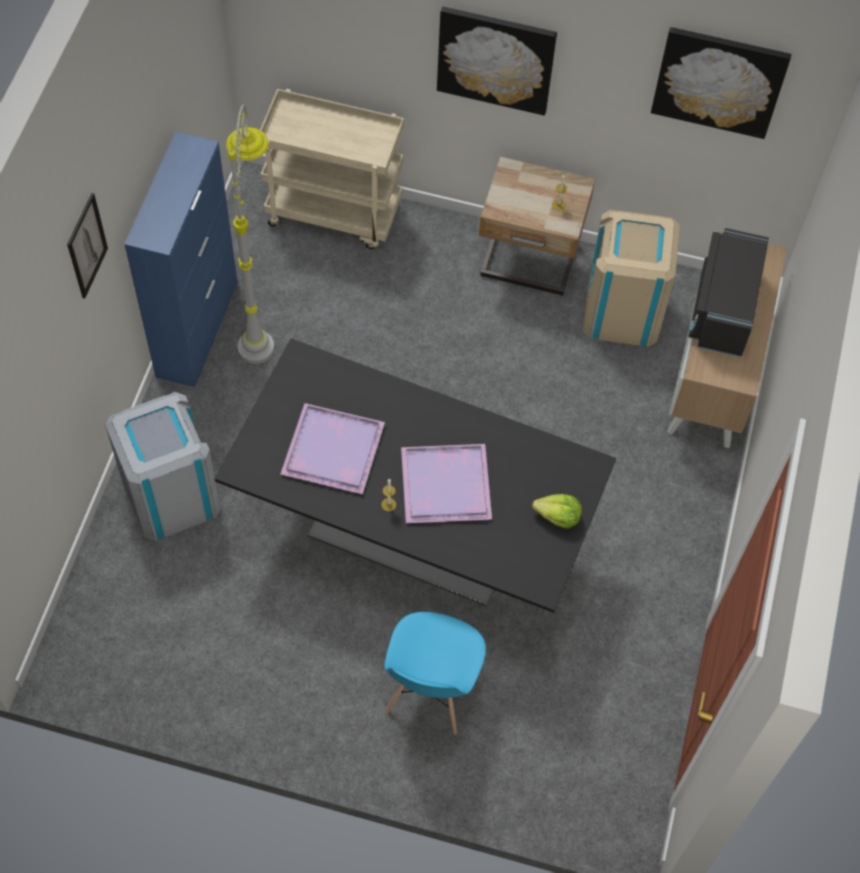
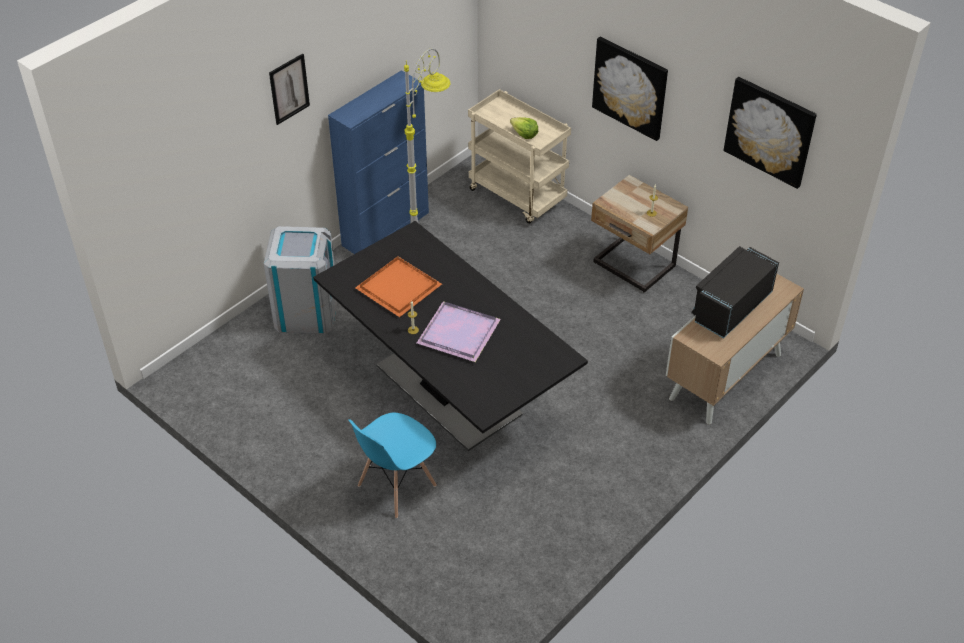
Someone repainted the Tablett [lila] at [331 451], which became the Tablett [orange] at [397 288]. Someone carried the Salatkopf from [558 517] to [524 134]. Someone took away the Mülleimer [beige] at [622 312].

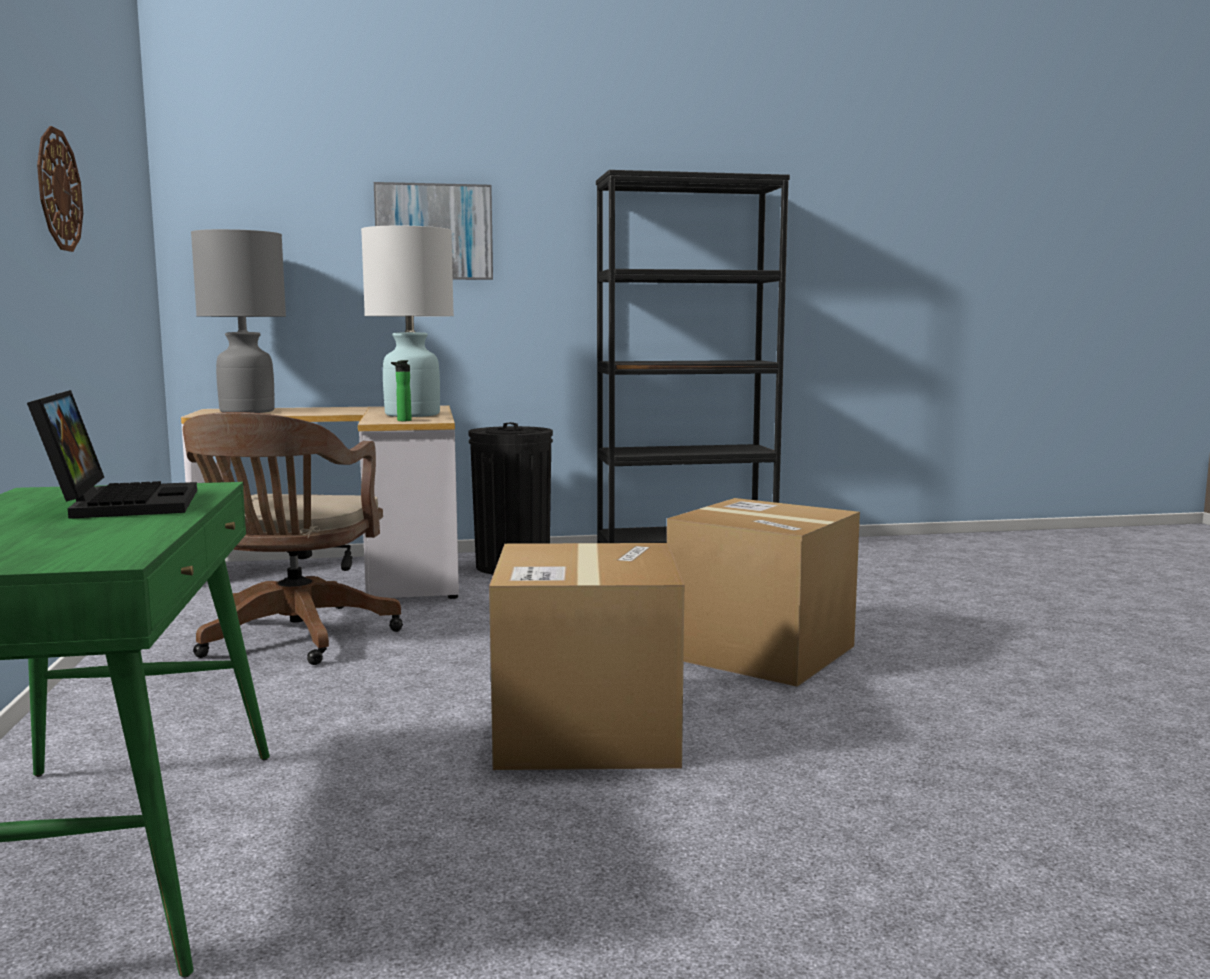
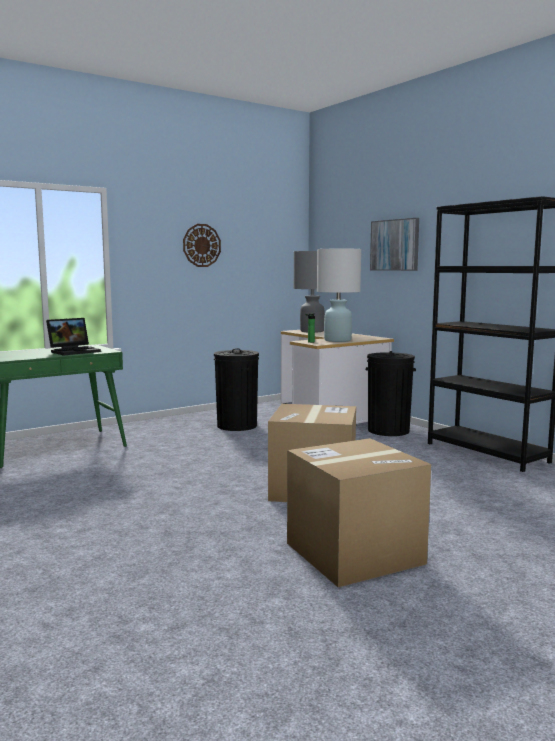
Someone swapped the Bürostuhl [braun] at [293 639] for the Mülleimer [schwarz] at [237 425]. Someone carried the Karton from [587 731] to [354 553].

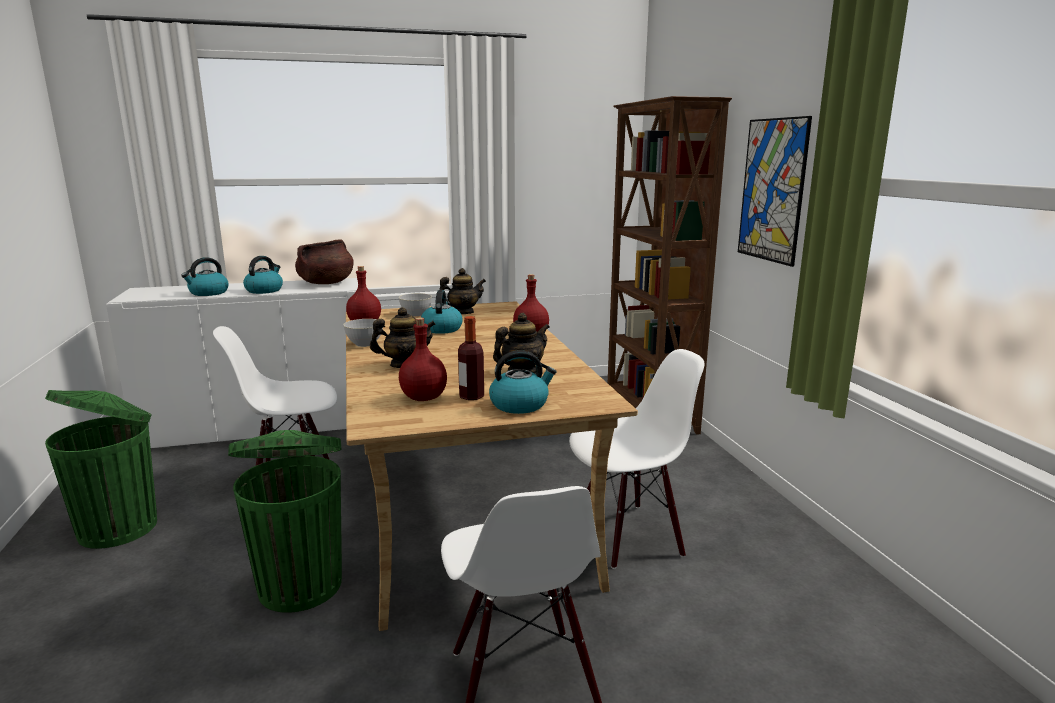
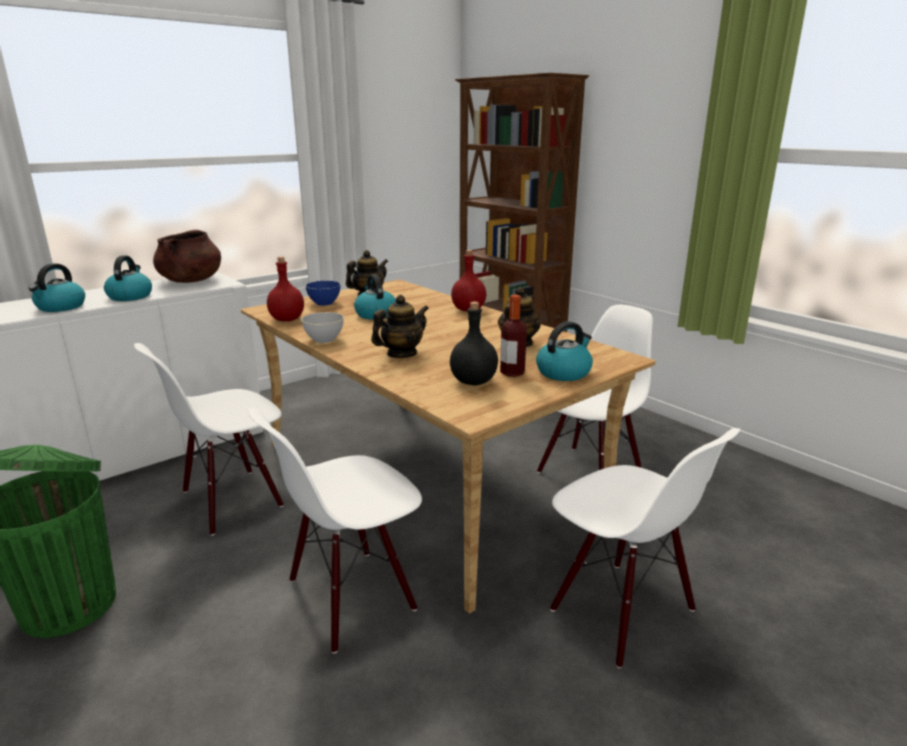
Someone swapped the Mülleimer [grün] at [301 584] for the Stuhl [weiß] at [350 597]. Someone repainted the Schüssel [grau] at [416 314], which became the Schüssel [blau] at [324 303]. Someone repainted the Flasche [rot] at [423 398], which became the Flasche [schwarz] at [472 382]. Someone took away the Bild at [772 190].

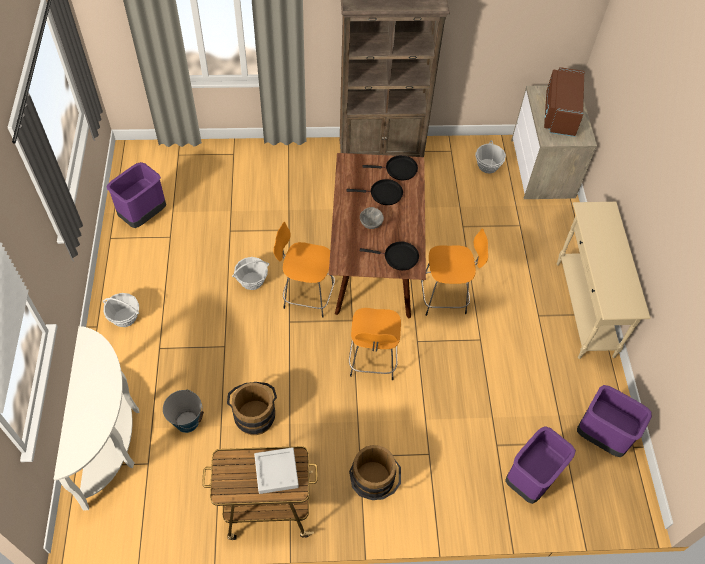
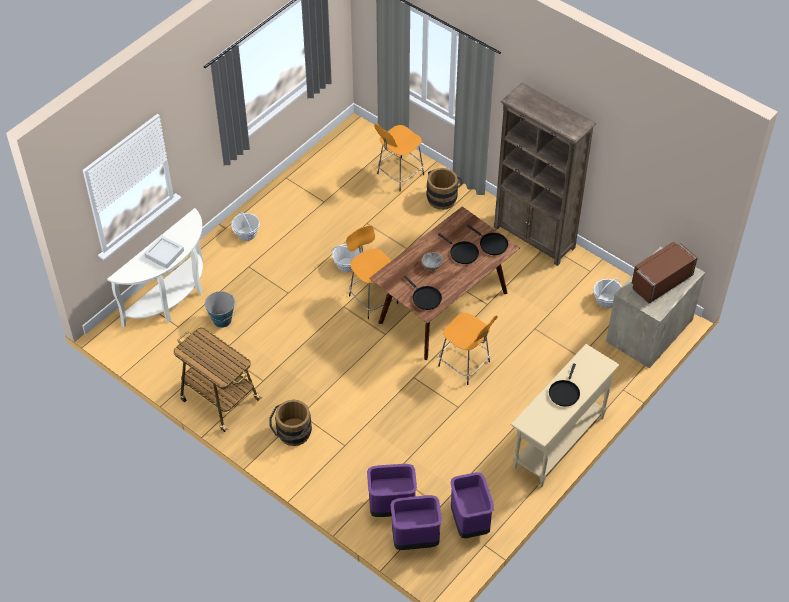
Someone carried the Tablett [grau] from [276 472] to [164 254]. Someone carried the Hocker [orange] from [372 361] to [399 175]. Someone carried the Mülleimer [lila] from [143 215] to [415 539]. Someone carried the Eimer [braun] from [254 414] to [443 197]. Someone put down the Pfanne [schwarz] at [564 392].

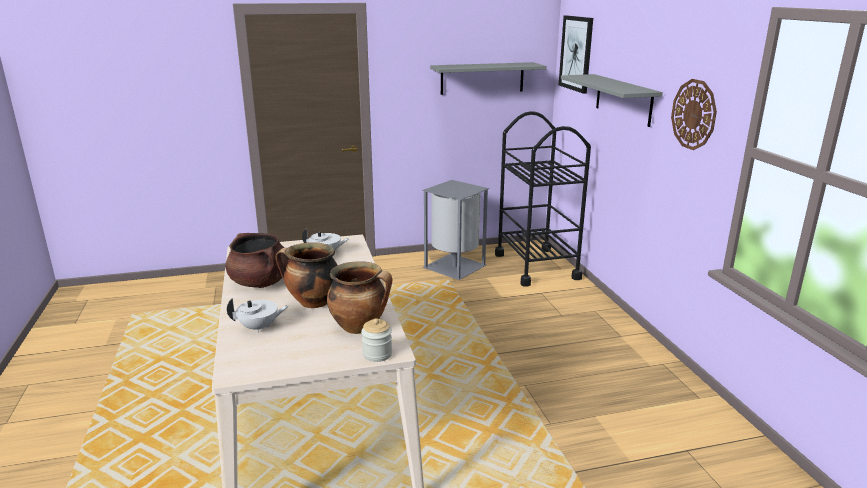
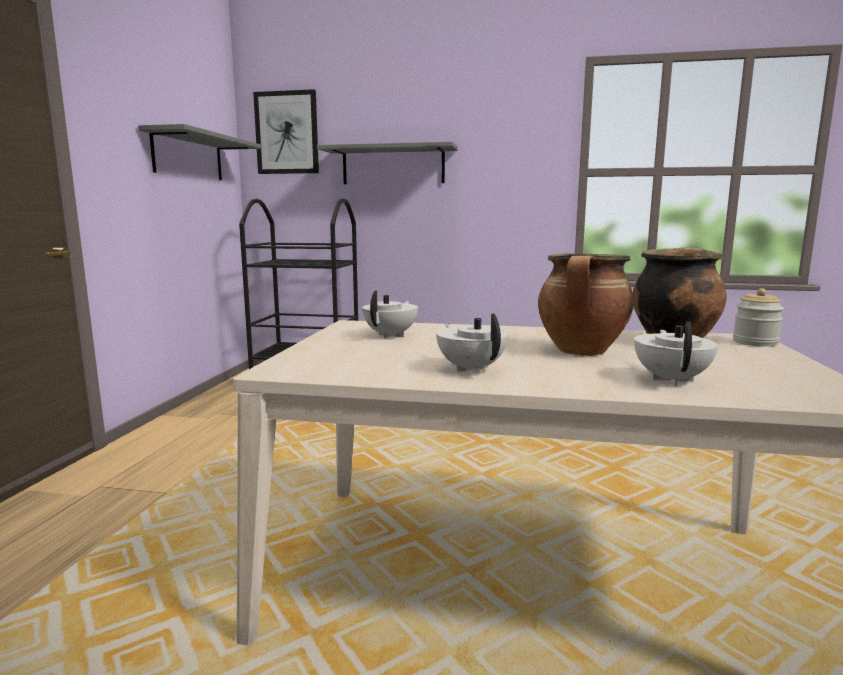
Someone swapped the Kochtopf [braun] at [260 282] for the Teekanne [weiß] at [471 369]. Someone took away the Mülleimer [grau] at [453 266]. Someone took away the Wanduhr at [694 114].

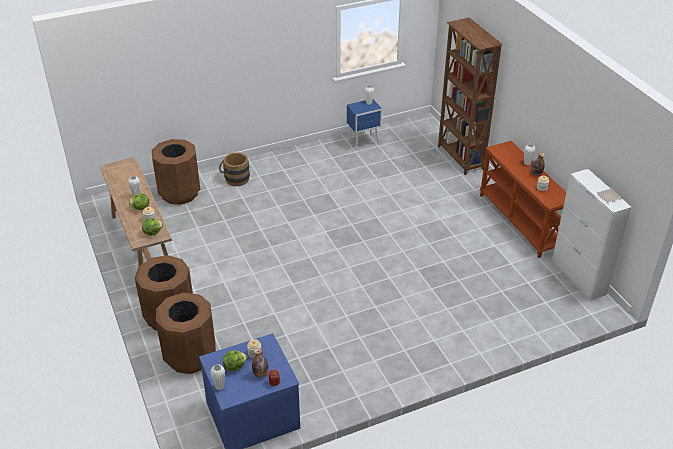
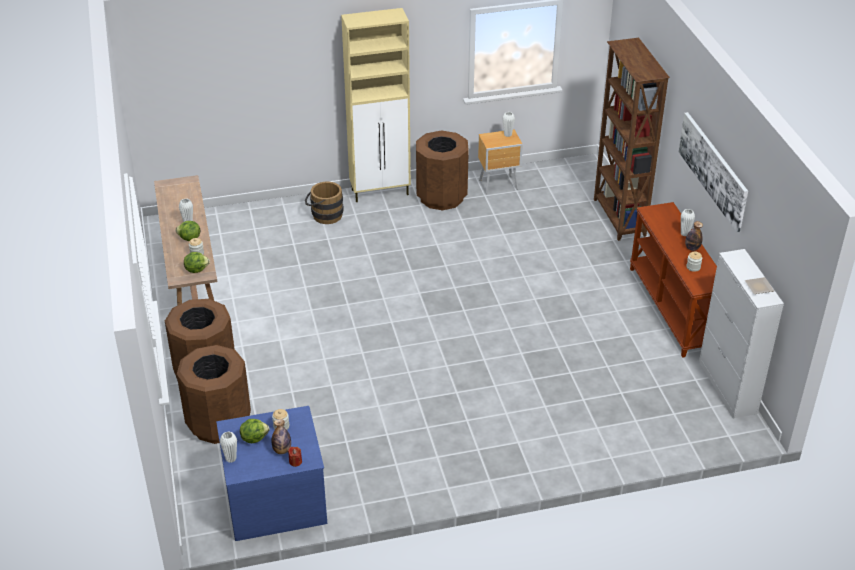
Someone put down the Schrank [beige] at [381 192]. Someone carried the Mülleimer [braun] from [179 193] to [441 197]. Someone repainted the Nachttisch [blau] at [364 143], which became the Nachttisch [braun] at [499 185]. Someone put up the Bild at [713 170].

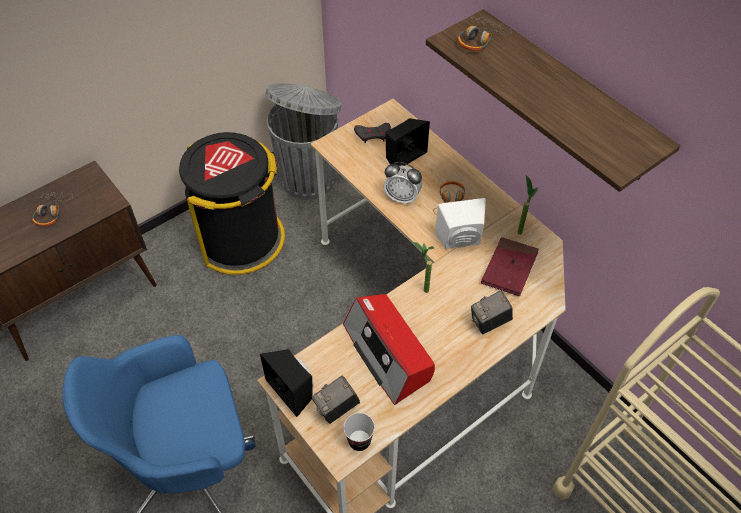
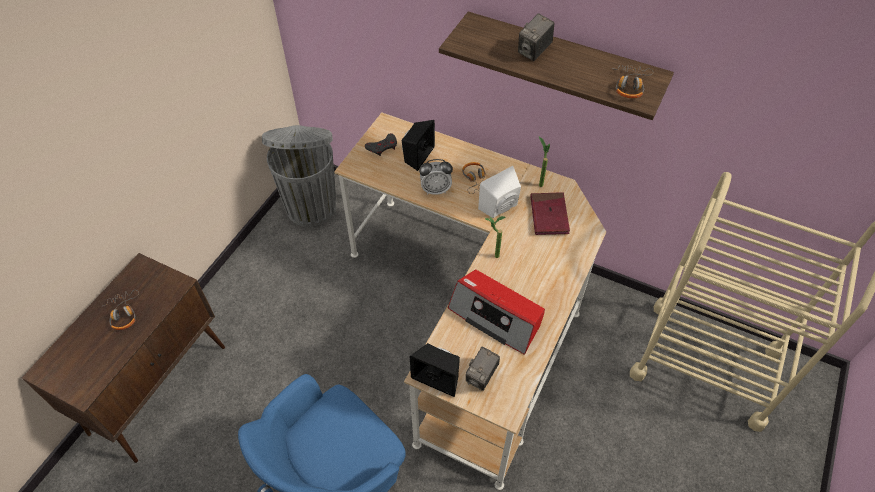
Someone carried the Kamera from [489 322] to [534 52]. Someone carried the Kopfhörer from [480 40] to [630 86]. Someone took away the Mülleimer [schwarz] at [241 239]. Someone took away the Tasse at [359 441].

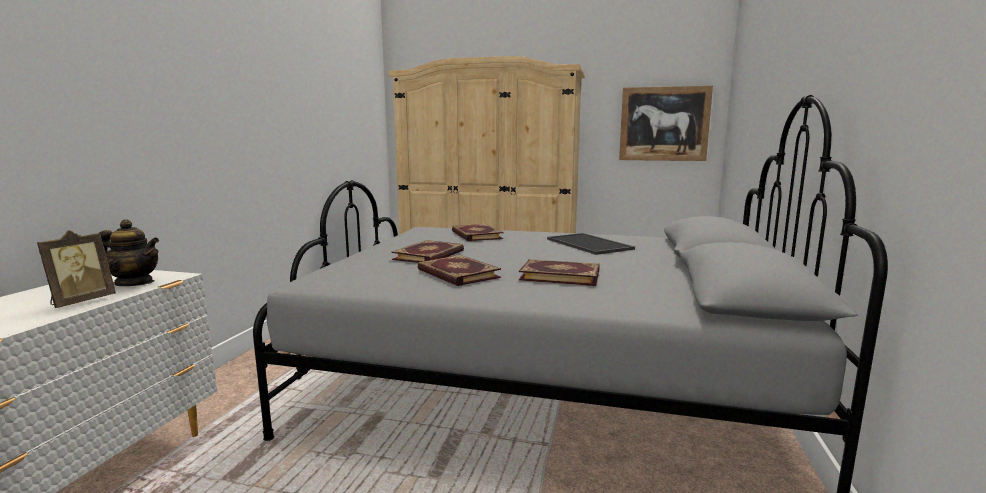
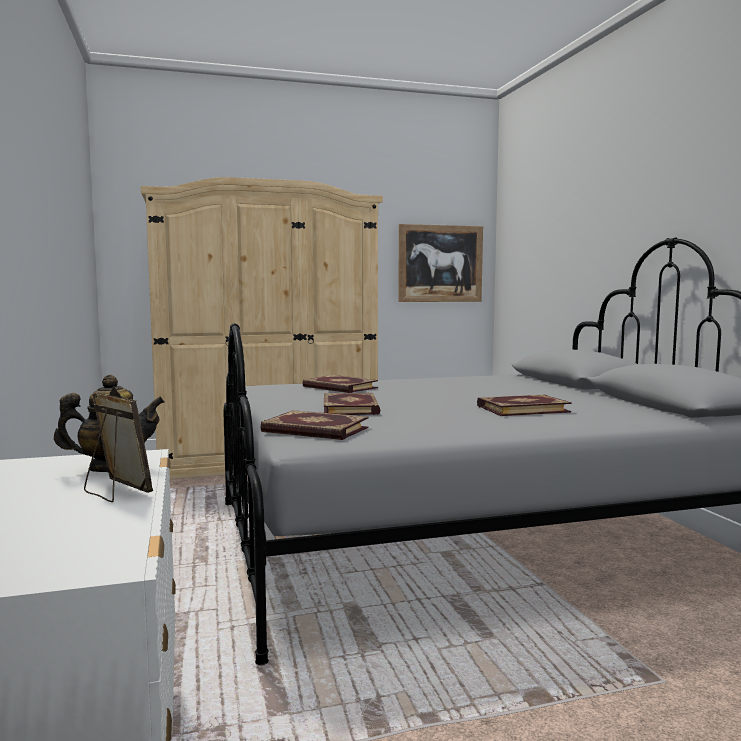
Someone rotated the Bilderrahmen at [81 301] by 45 degrees counterclockwise. Someone carried the Buch from [457 274] to [314 430]. Someone took away the Tablett at [590 244].

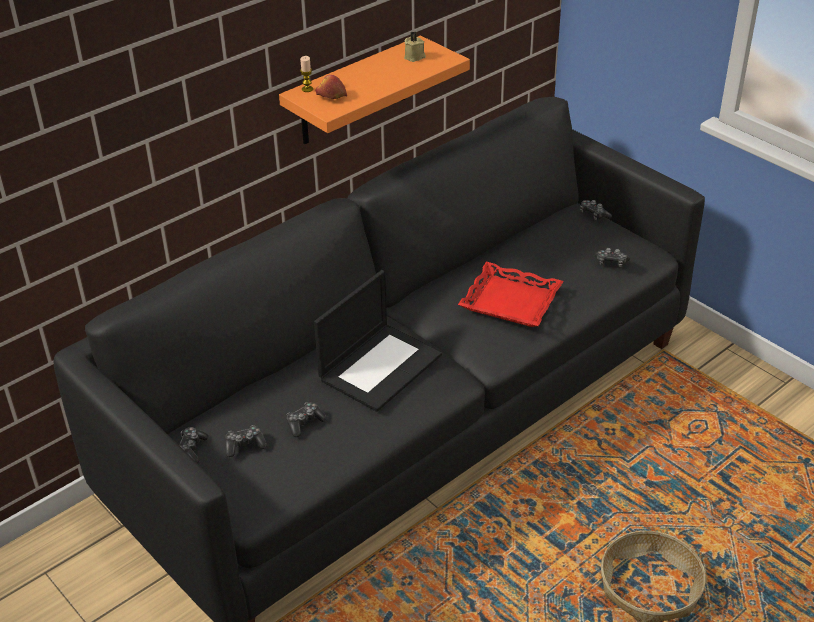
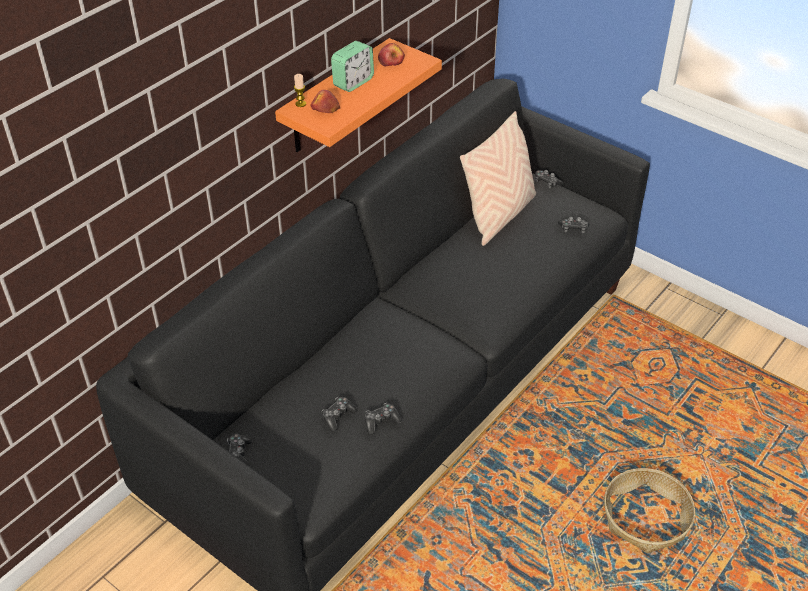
Someone put down the Wecker at [353 82]. Someone carried the Gamepad from [245 445] to [381 422]. Someone swapped the Kerze [beige] at [415 57] for the Apfel at [391 62]. Someone put down the Kissen [beige] at [499 215]. Someone took away the Laptop at [380 366]. Someone took away the Tablett [rot] at [510 301].

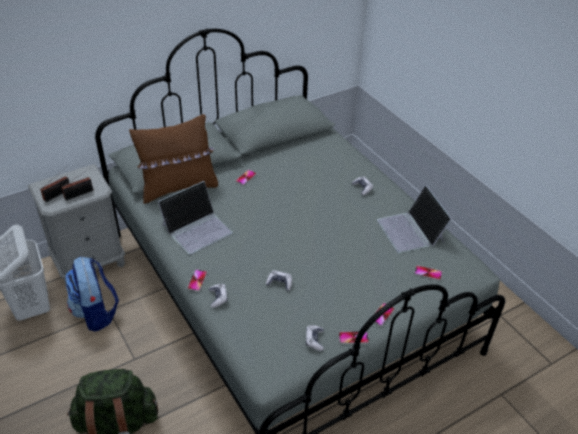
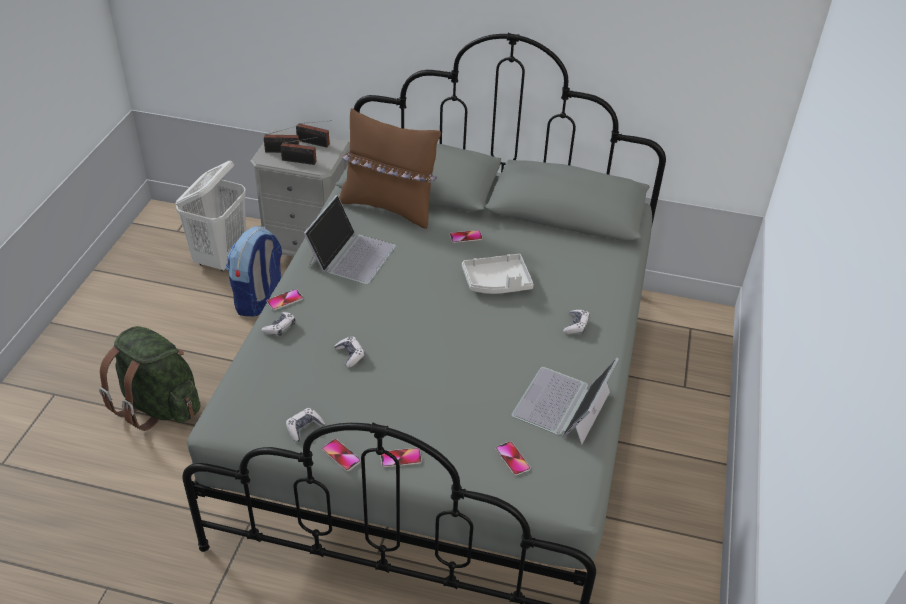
Someone put down the Radio at [315 143]. Someone rotated the Laptop at [197 228] by 75 degrees counterclockwise. Someone put down the Tablett [grau] at [497 282].

